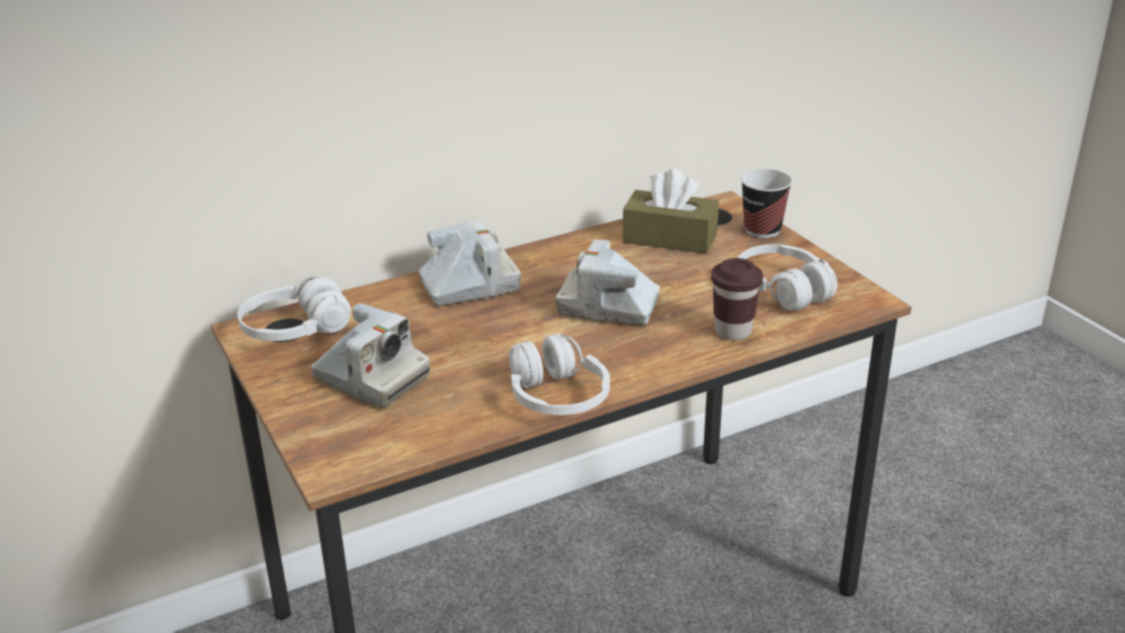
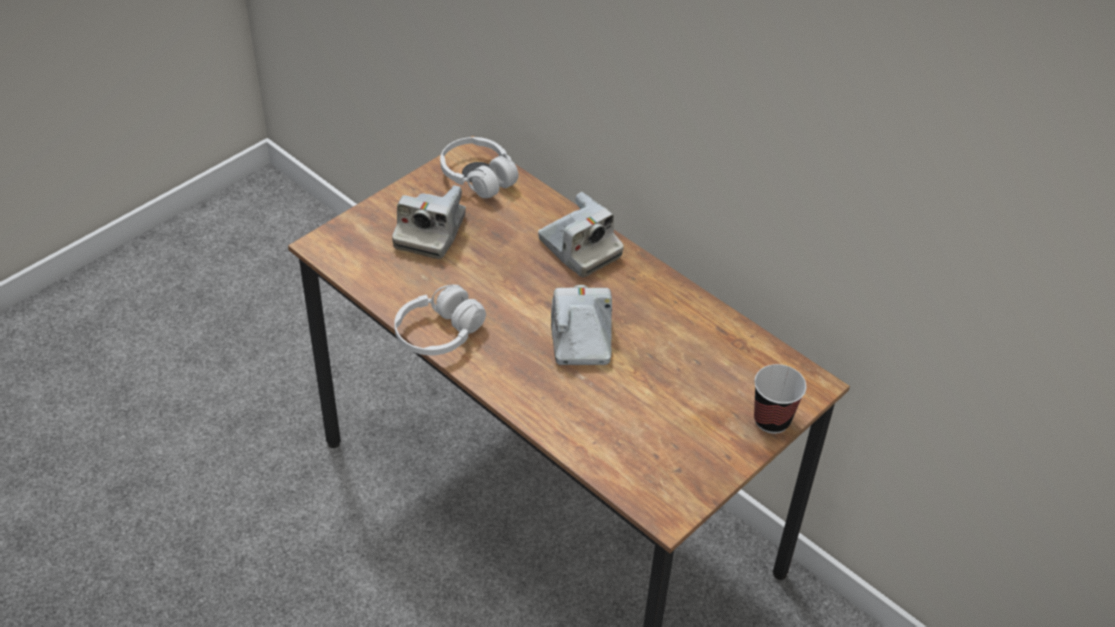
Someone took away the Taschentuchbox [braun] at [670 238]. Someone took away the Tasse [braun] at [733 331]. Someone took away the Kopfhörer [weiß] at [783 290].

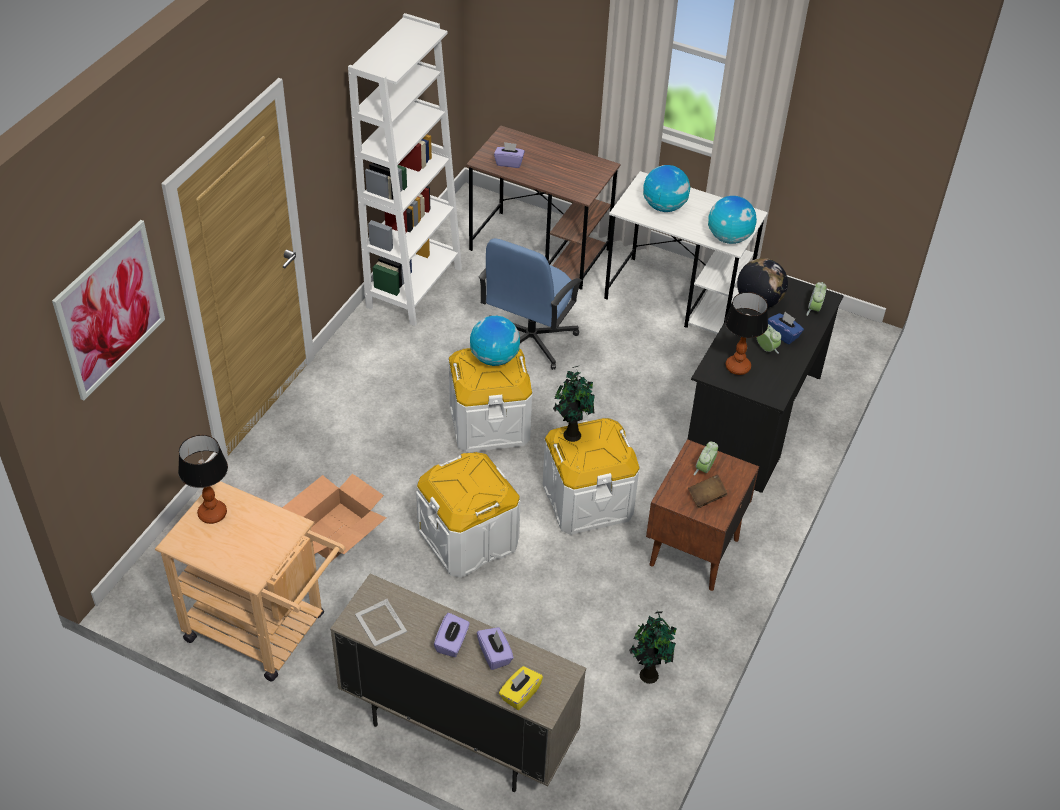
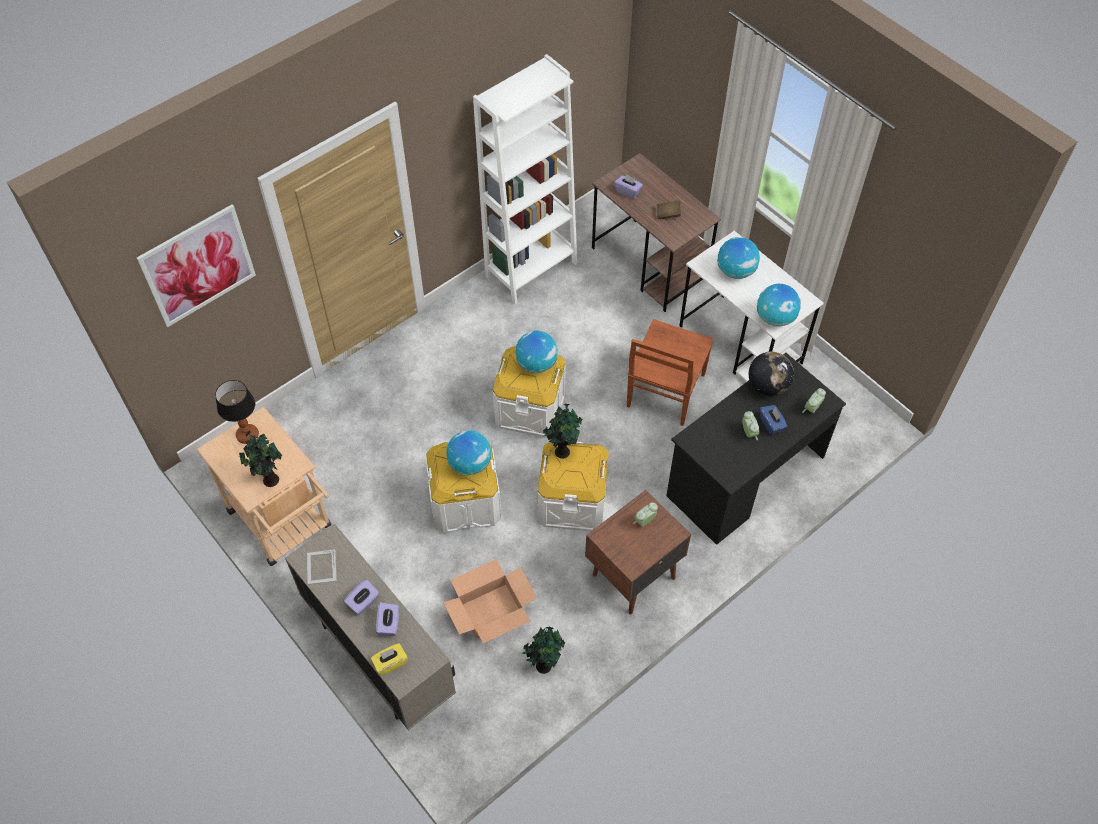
Someone put down the Topfpflanze at [269 479]. Someone carried the Karton from [335 532] to [491 610]. Someone put down the Globus at [469 464]. Someone put down the Stuhl [braun] at [665 392]. Someone carried the Buch [braun] from [706 497] to [668 214]. Someone took away the Bürostuhl [blau] at [529 340]. Someone took away the Tischlampe at [738 366].

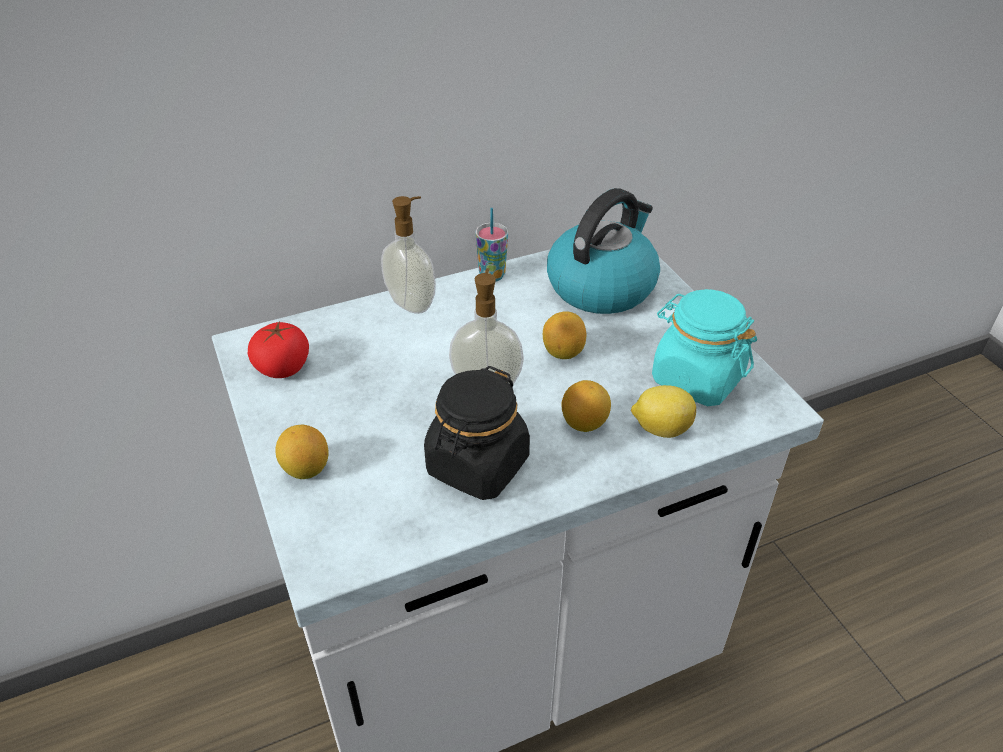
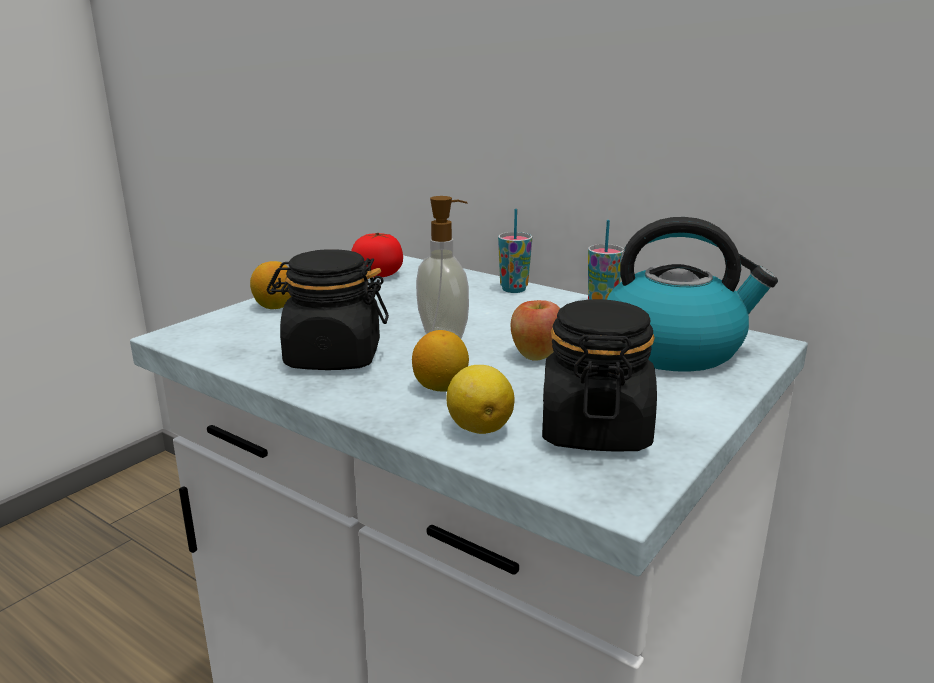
Someone swapped the Seifenspender at [412 303] for the Tasse at [513 289]. Someone swapped the Zitrone at [563 352] for the Apfel at [536 355]. Someone repainted the Vorratsglas [türkis] at [696 378], which became the Vorratsglas [schwarz] at [594 430].

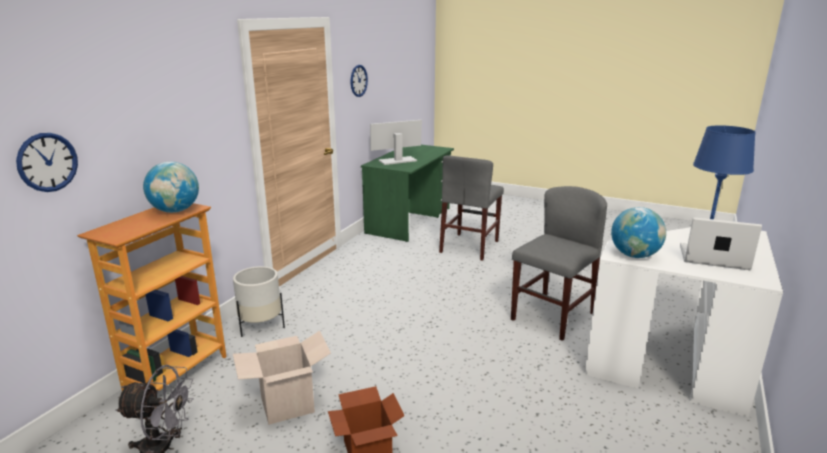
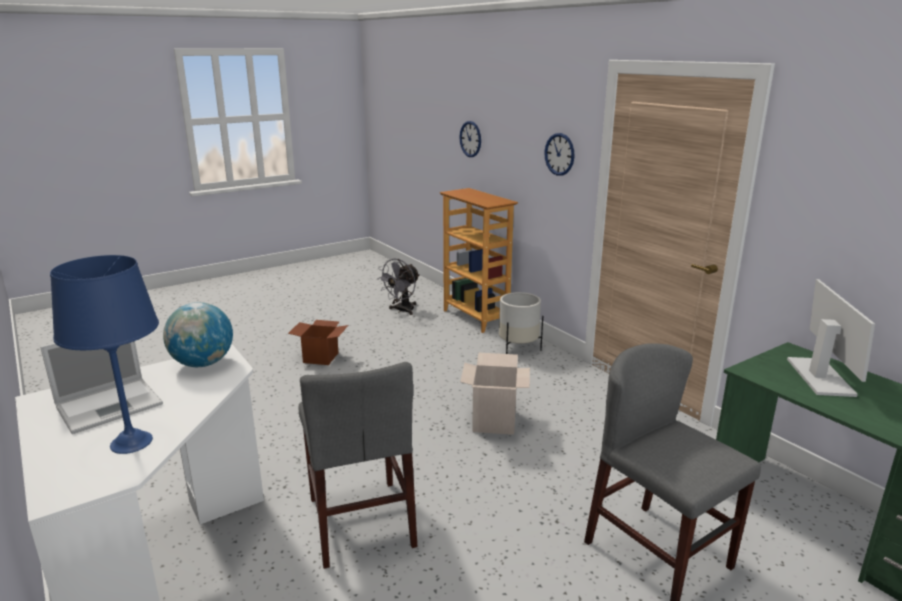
Someone carried the Karton from [287 405] to [494 421]. Someone carried the Wanduhr from [358 80] to [559 154]. Someone took away the Globus at [175 211].

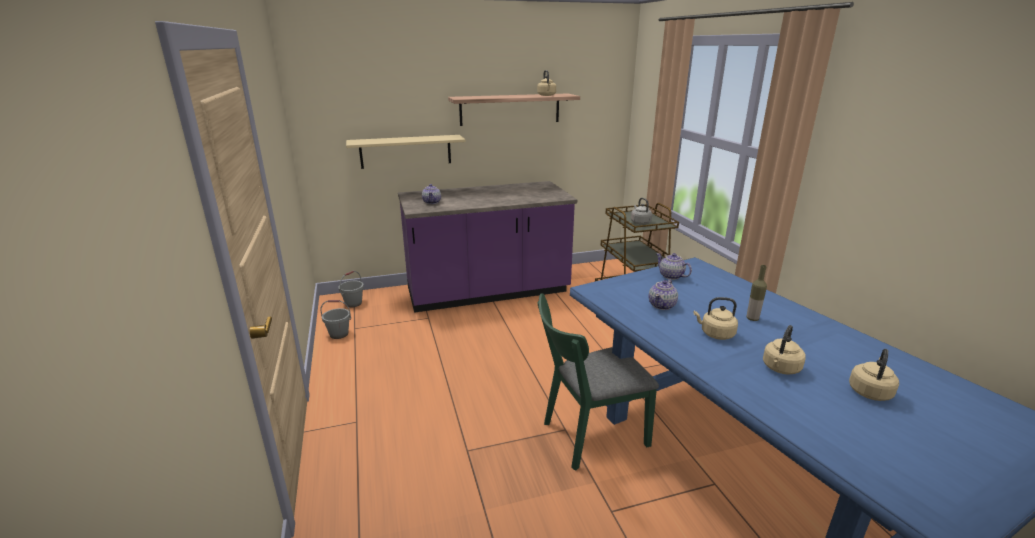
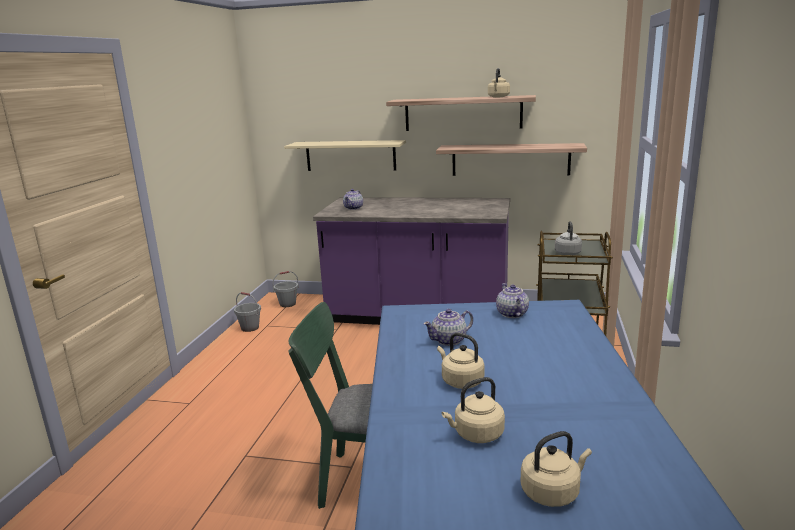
Someone put up the Wandregal at [510 159]. Someone took away the Flasche at [752 318].

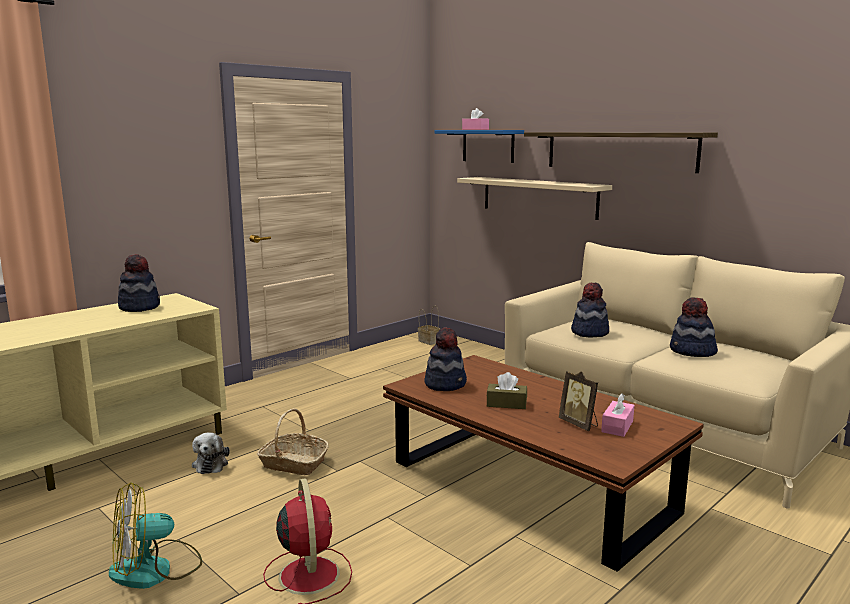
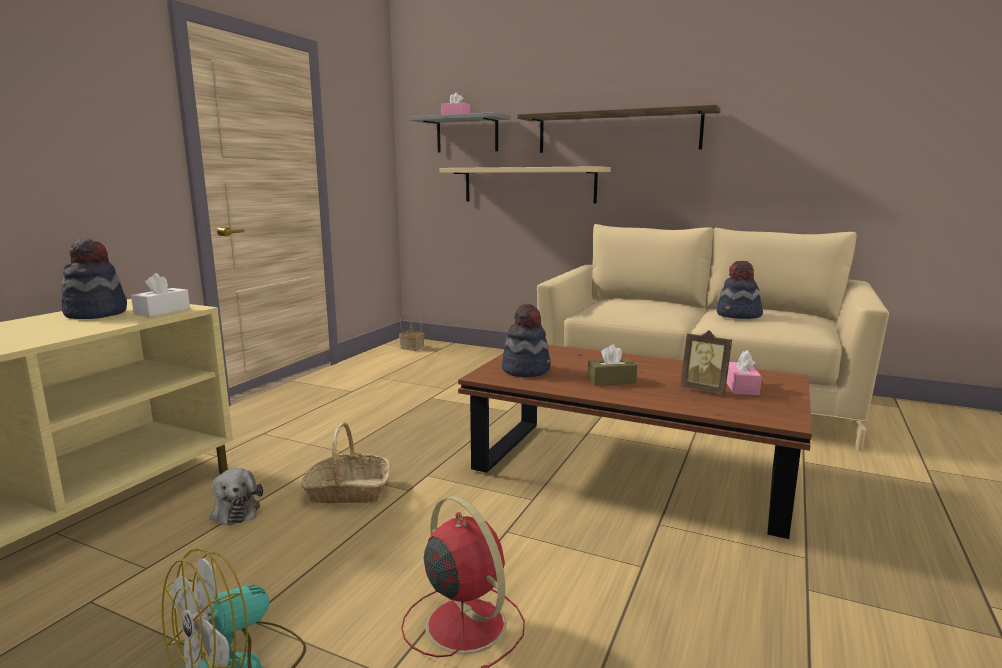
Someone put down the Taschentuchbox [weiß] at [162 311]. Someone repainted the Wandregal [blau] at [488 146], which became the Wandregal [grau] at [467 134]. Someone took away the Hut at [589 332].

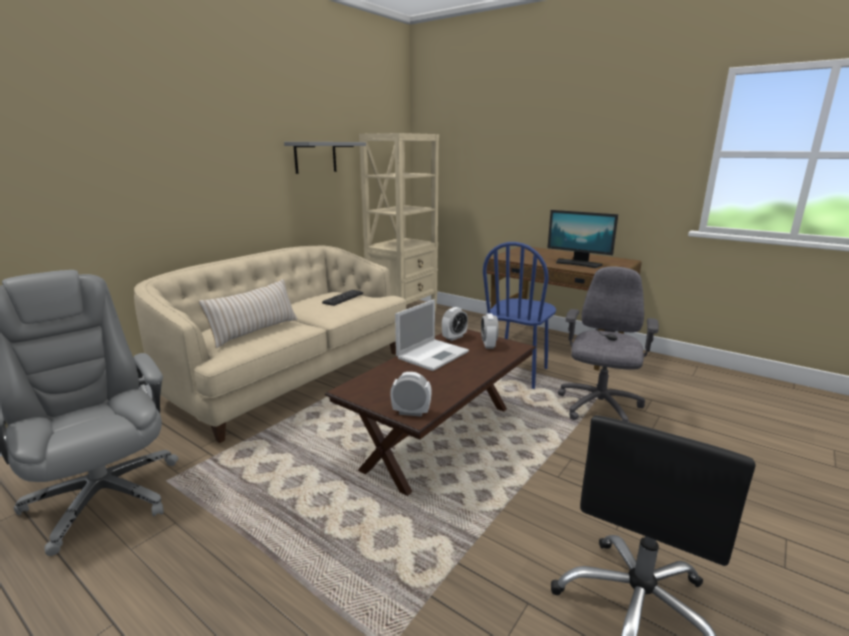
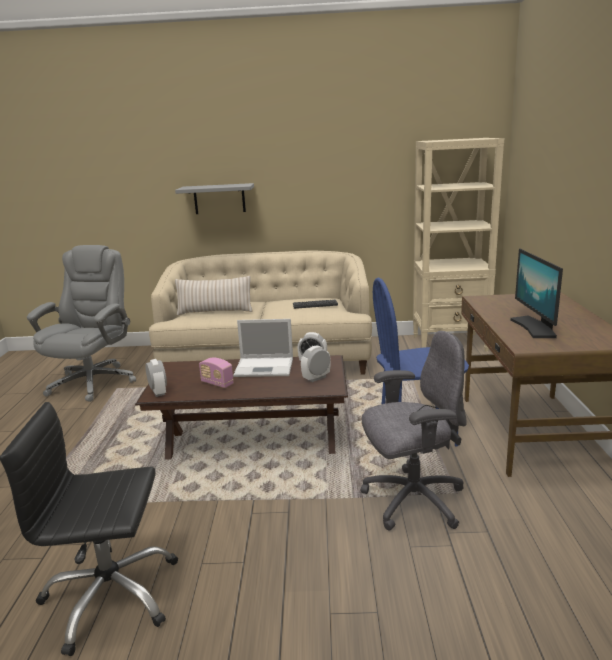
Someone carried the Wandregal [grau] from [315 157] to [219 199]. Someone put down the Radio at [217 383].

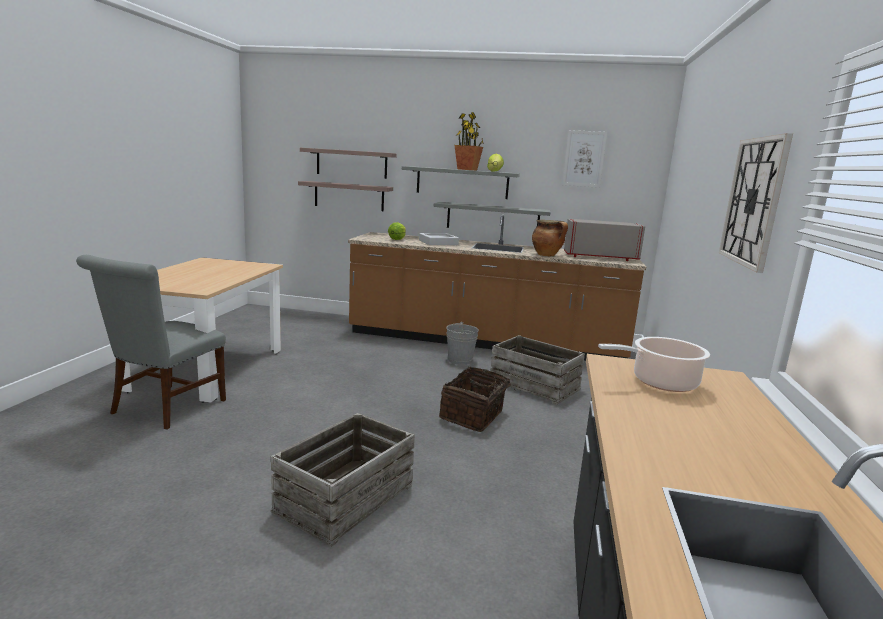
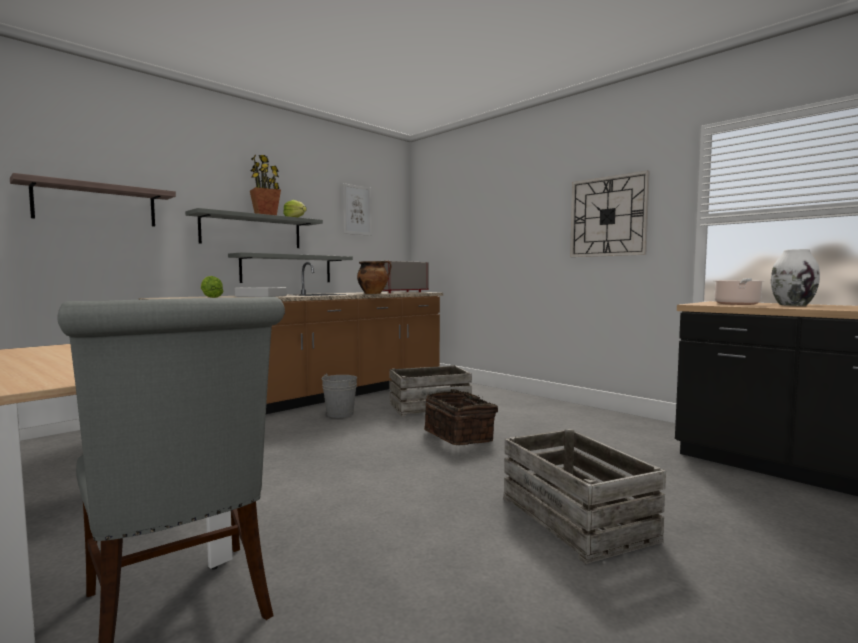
Someone put down the Vase [weiß] at [792 305]. Someone took away the Wandregal at [349 196].

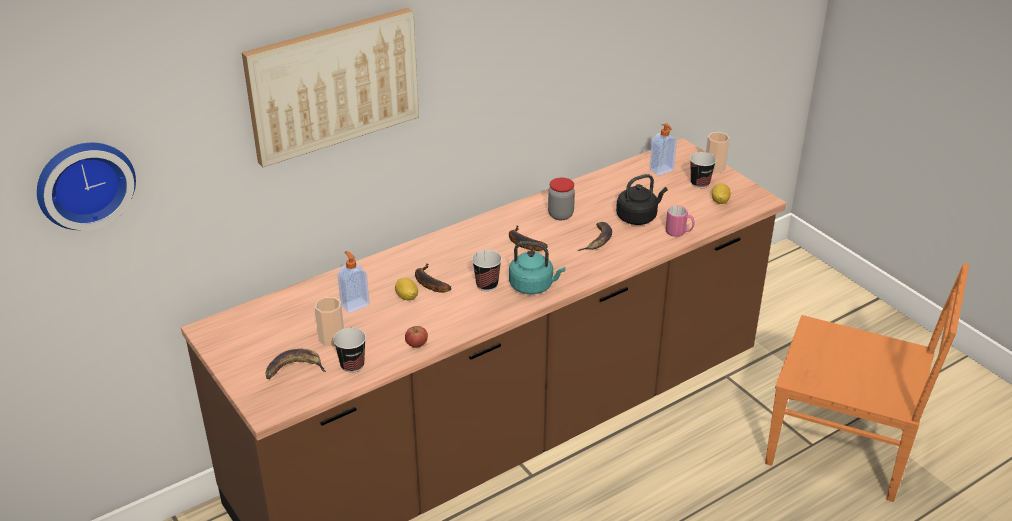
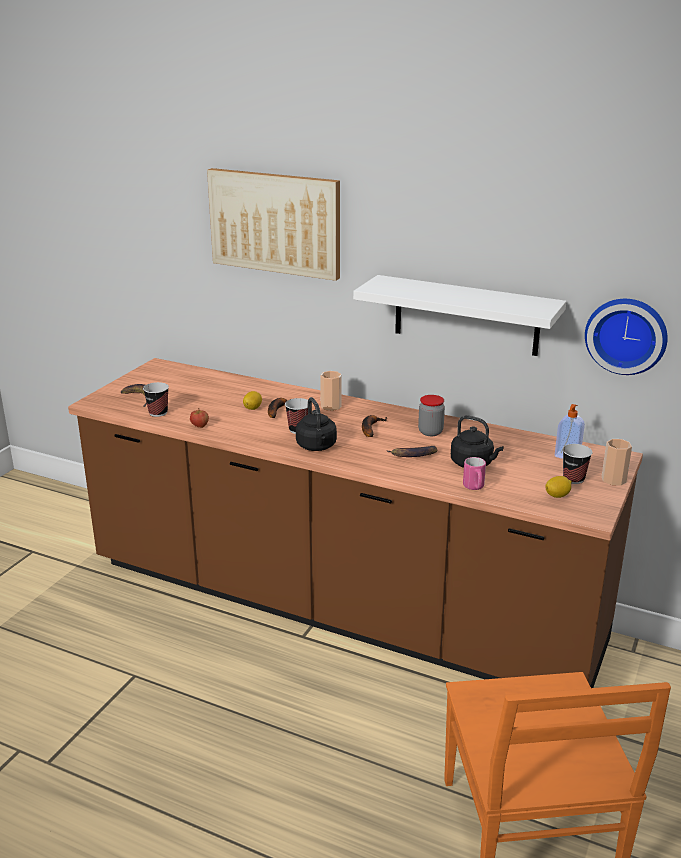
Someone repainted the Wasserkessel [türkis] at [533 286], which became the Wasserkessel [schwarz] at [317 447]. Someone carried the Tasse from [331 338] to [331 406]. Someone put up the Wandregal [weiß] at [466 315]. Someone carried the Wanduhr from [84 182] to [626 334]. Someone took away the Seifenspender at [354 304].

